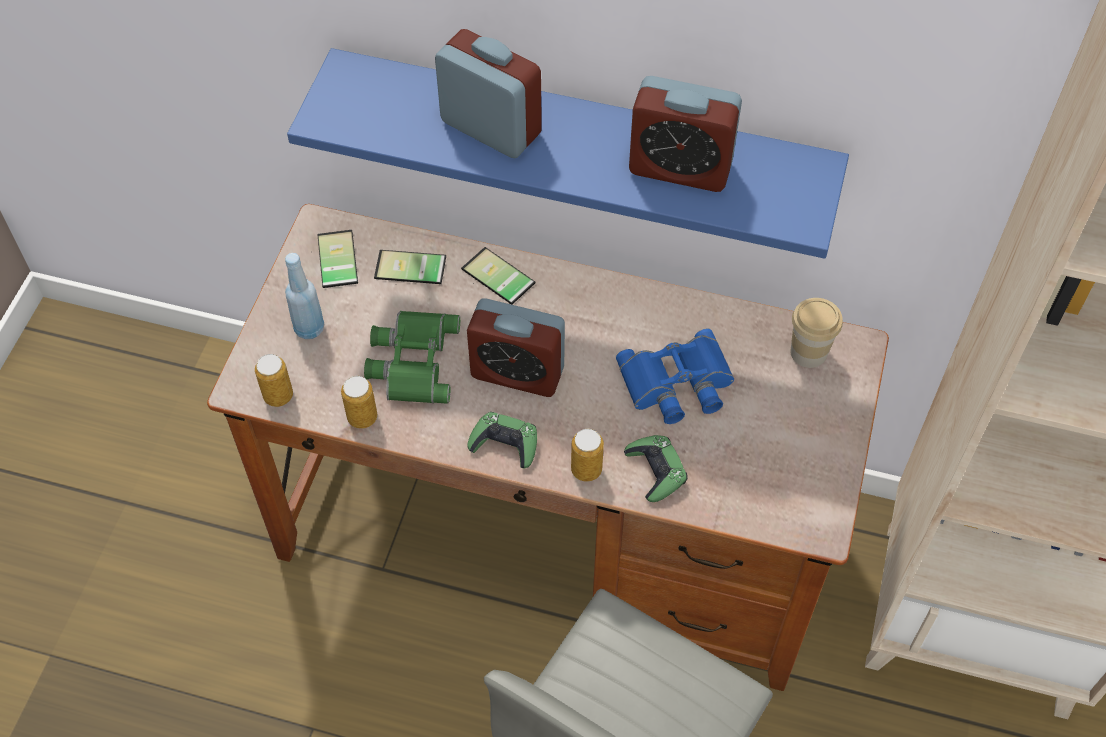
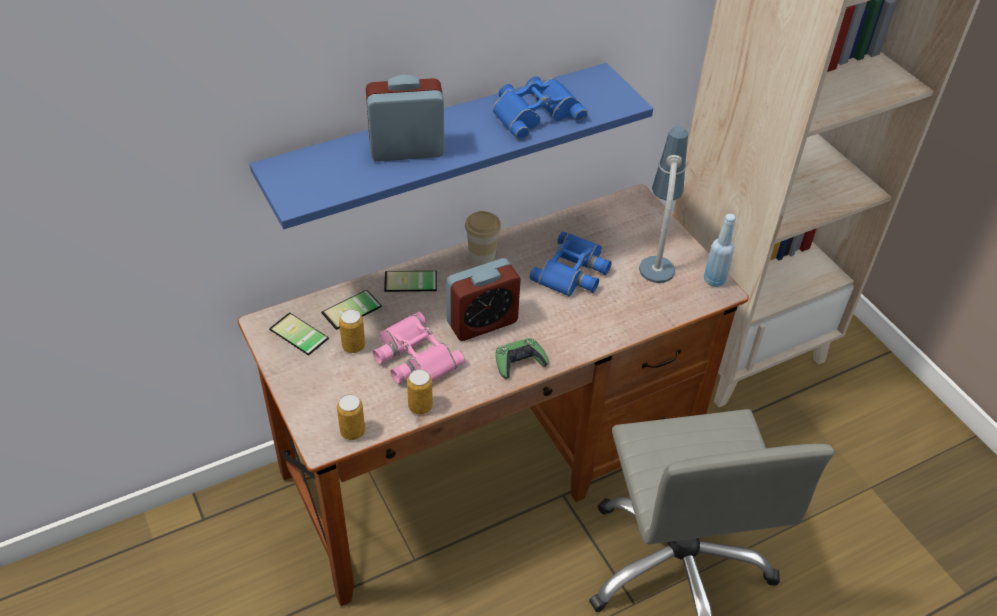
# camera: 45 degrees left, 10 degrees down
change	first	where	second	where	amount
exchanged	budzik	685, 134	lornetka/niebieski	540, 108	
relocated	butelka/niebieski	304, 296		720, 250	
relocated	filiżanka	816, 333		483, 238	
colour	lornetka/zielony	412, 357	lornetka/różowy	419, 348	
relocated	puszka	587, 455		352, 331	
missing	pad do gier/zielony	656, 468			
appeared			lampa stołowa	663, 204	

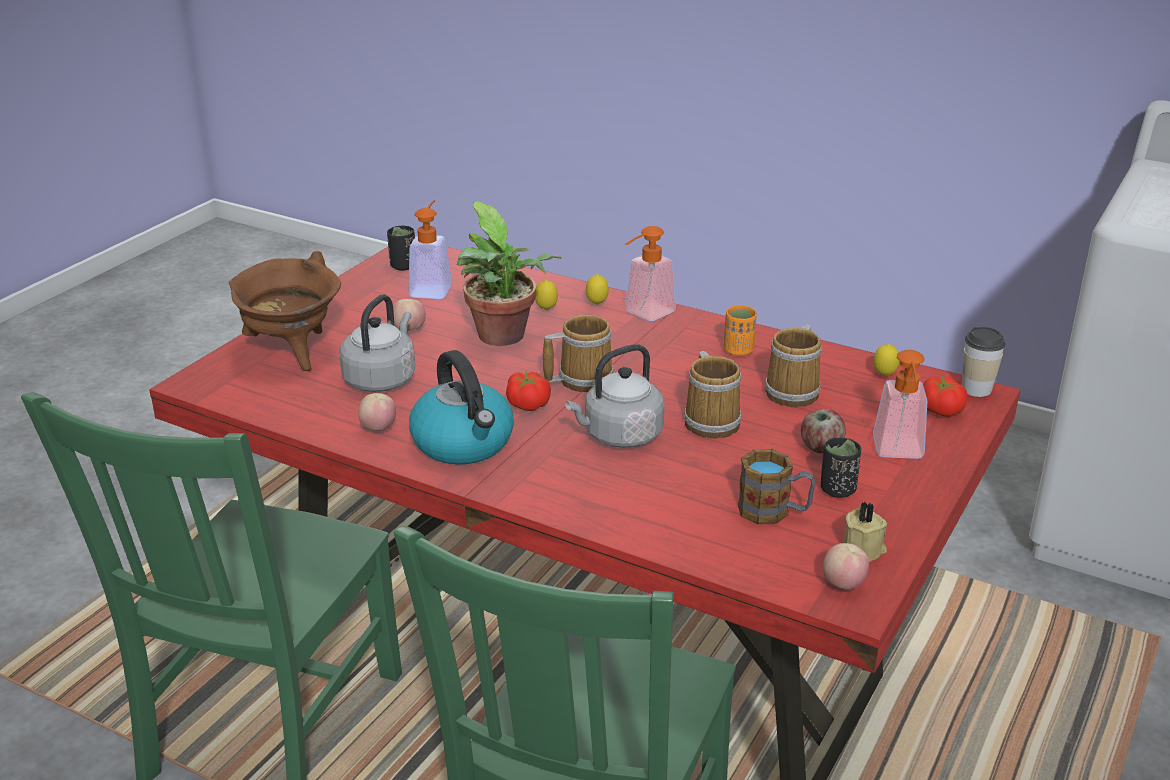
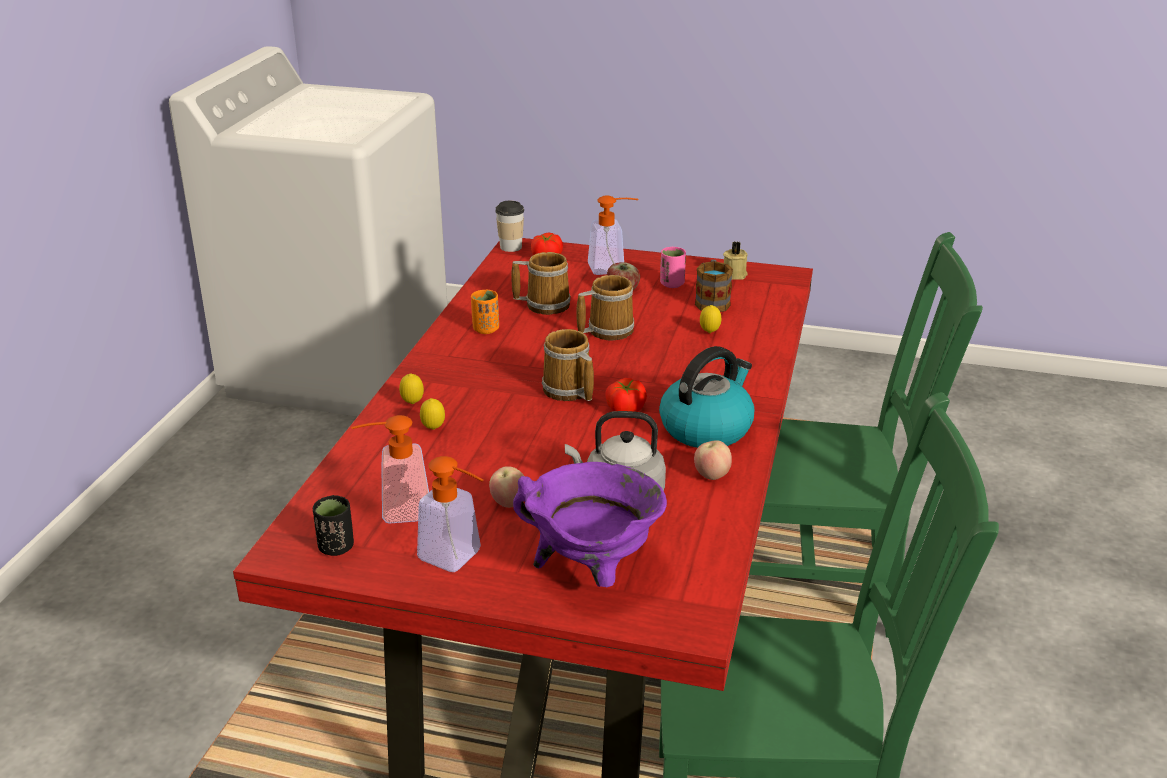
# camera: 105 degrees left, 0 degrees up
change	first	where	second	where	amount
missing	roślina doniczkowa	509, 274			
relocated	dozownik mydła	650, 273		450, 514	
colour	garnek/brązowy	285, 311	garnek/fioletowy	590, 524	
missing	czajnik/szary	615, 396			
relocated	cytryna	887, 360		710, 319	
colour	filiżanka/czarny	840, 468	filiżanka/różowy	673, 267	
missing	jabłko	846, 566			

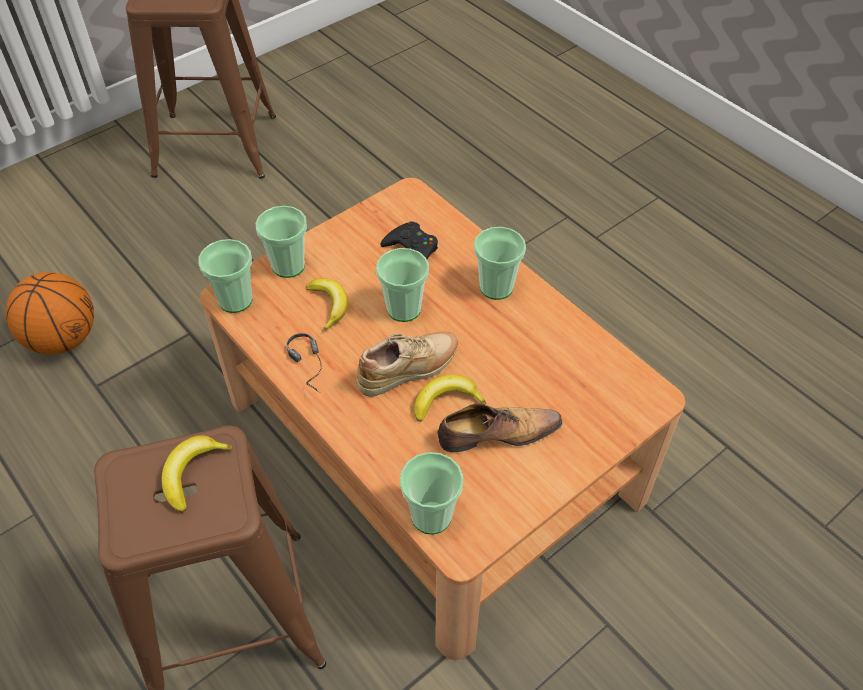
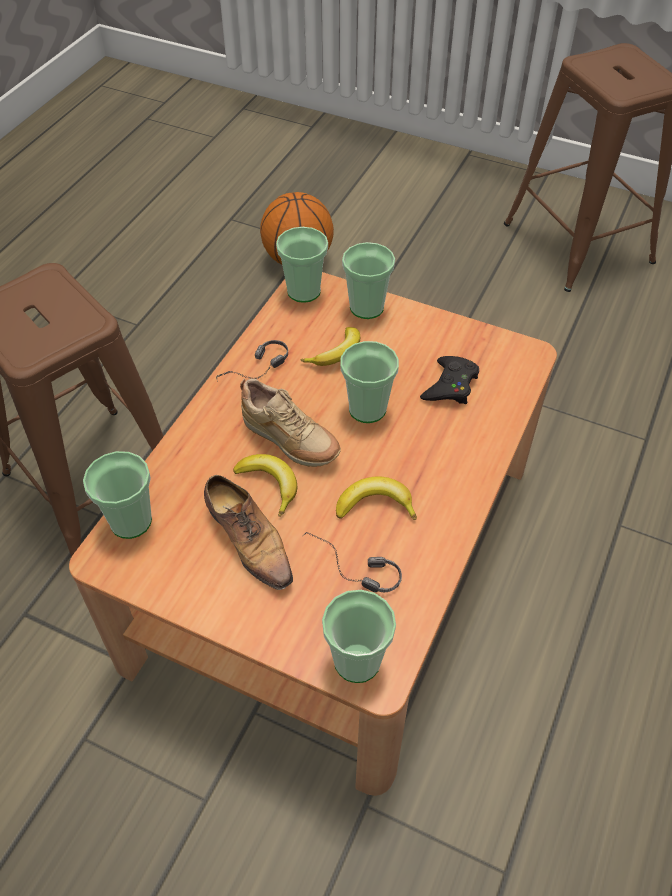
# camera: 65 degrees right, 0 degrees up
change	first	where	second	where	amount
relocated	filiżanka	500, 263		359, 636	
relocated	banan	197, 474		376, 498	
appeared			słuchawki	352, 562	

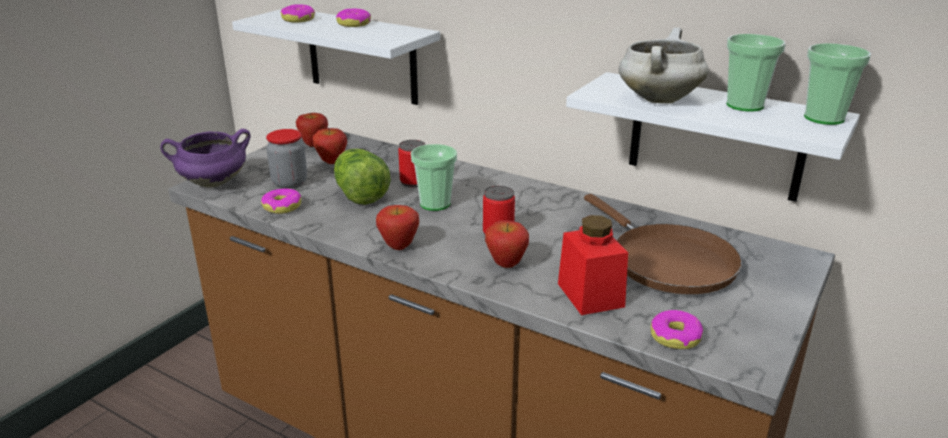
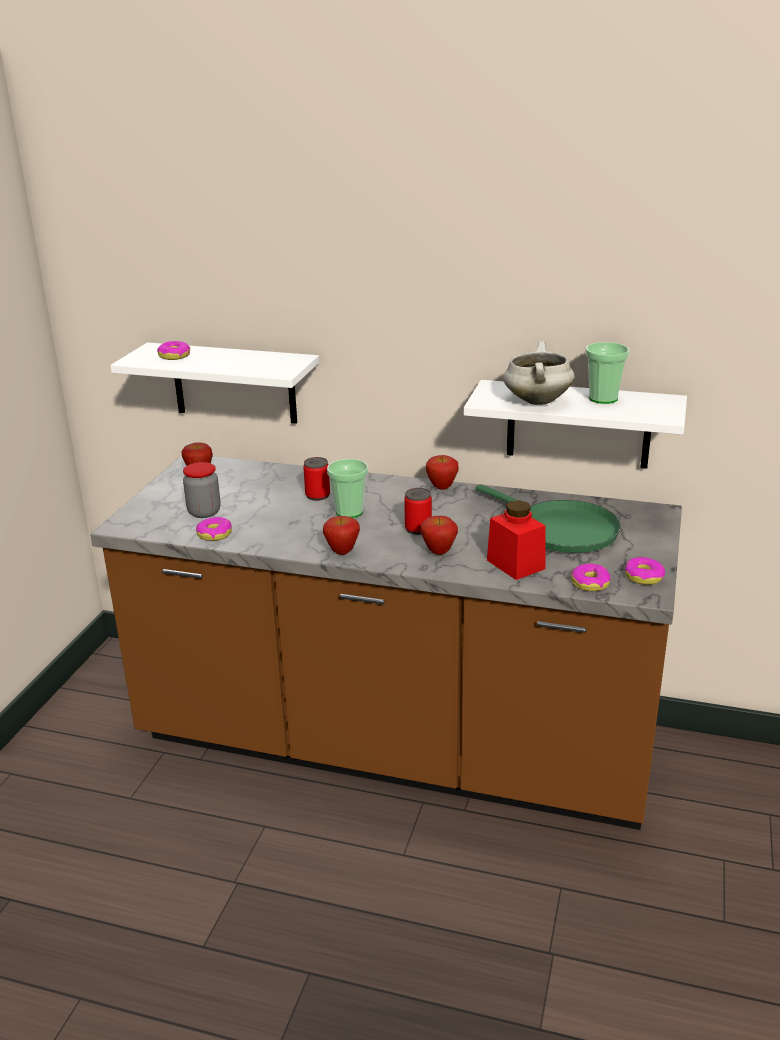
# camera: 15 degrees left, 0 degrees up
change	first	where	second	where	amount
relocated	donut	353, 18		645, 571	
missing	filiżanka	837, 84			
relocated	jabłko	330, 146		442, 472	
missing	garnek/fioletowy	205, 158			
missing	sałata	362, 177			
colour	patelnia/brązowy	663, 244	patelnia/zielony	548, 518	

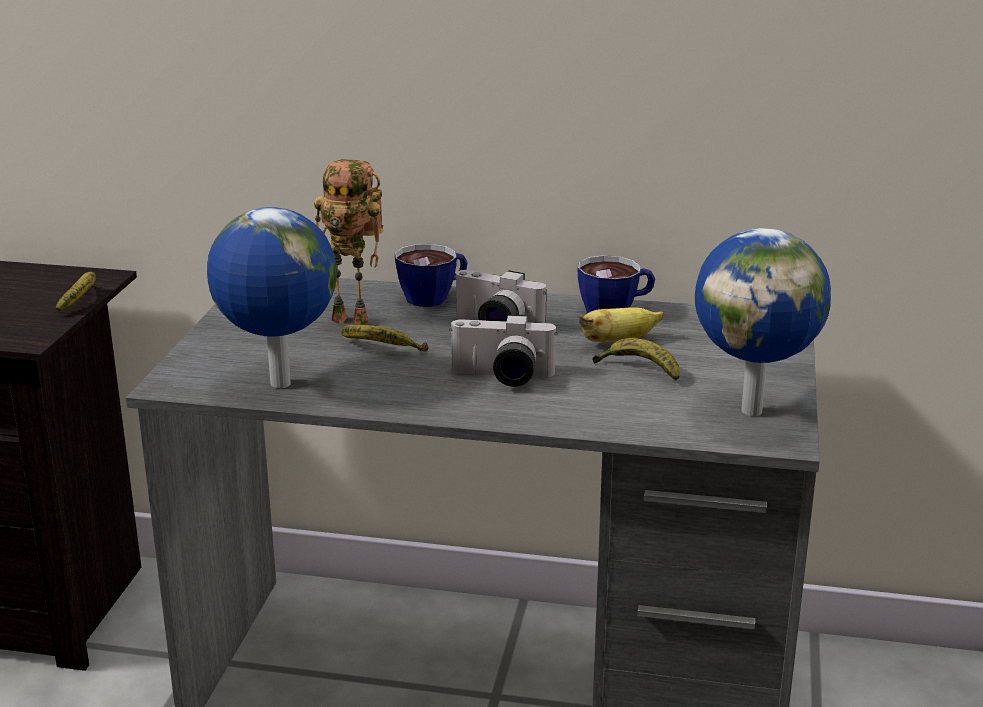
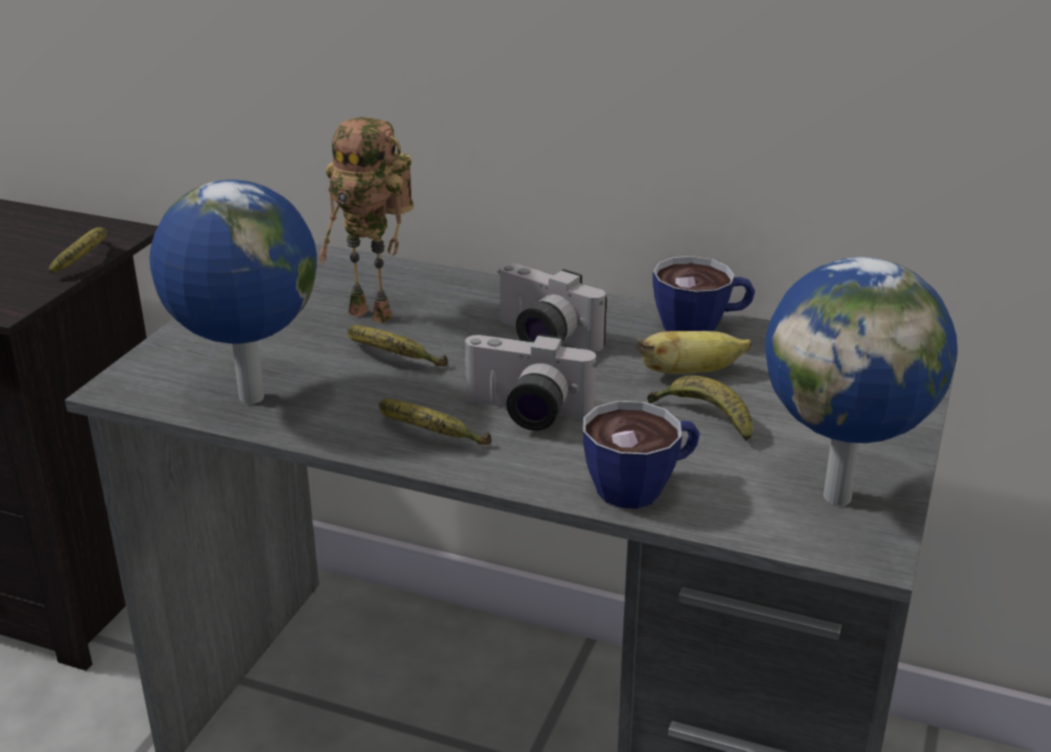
# camera: 10 degrees right, 5 degrees up
change	first	where	second	where	amount
relocated	filiżanka	431, 275		641, 455	
appeared			banan	435, 421	

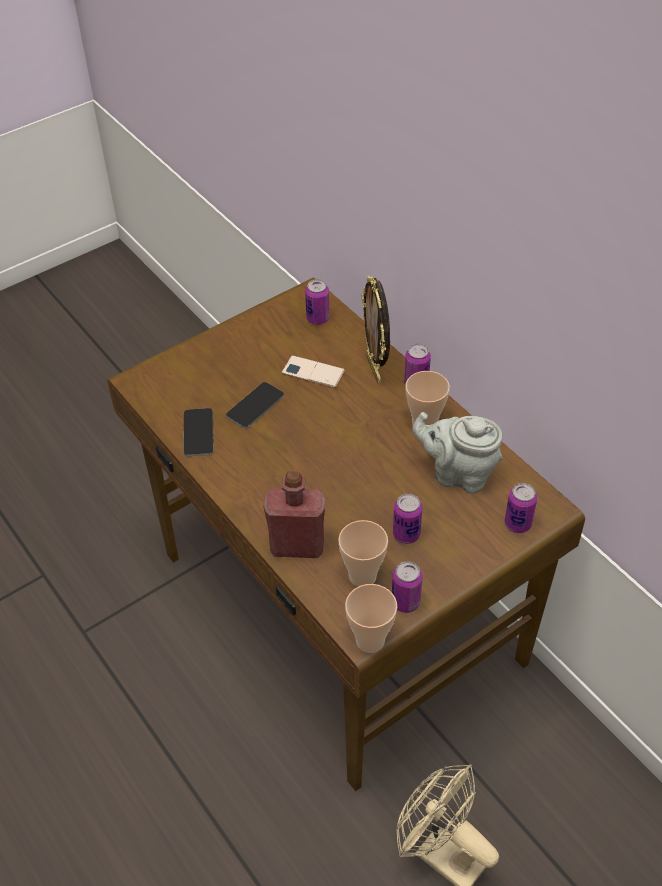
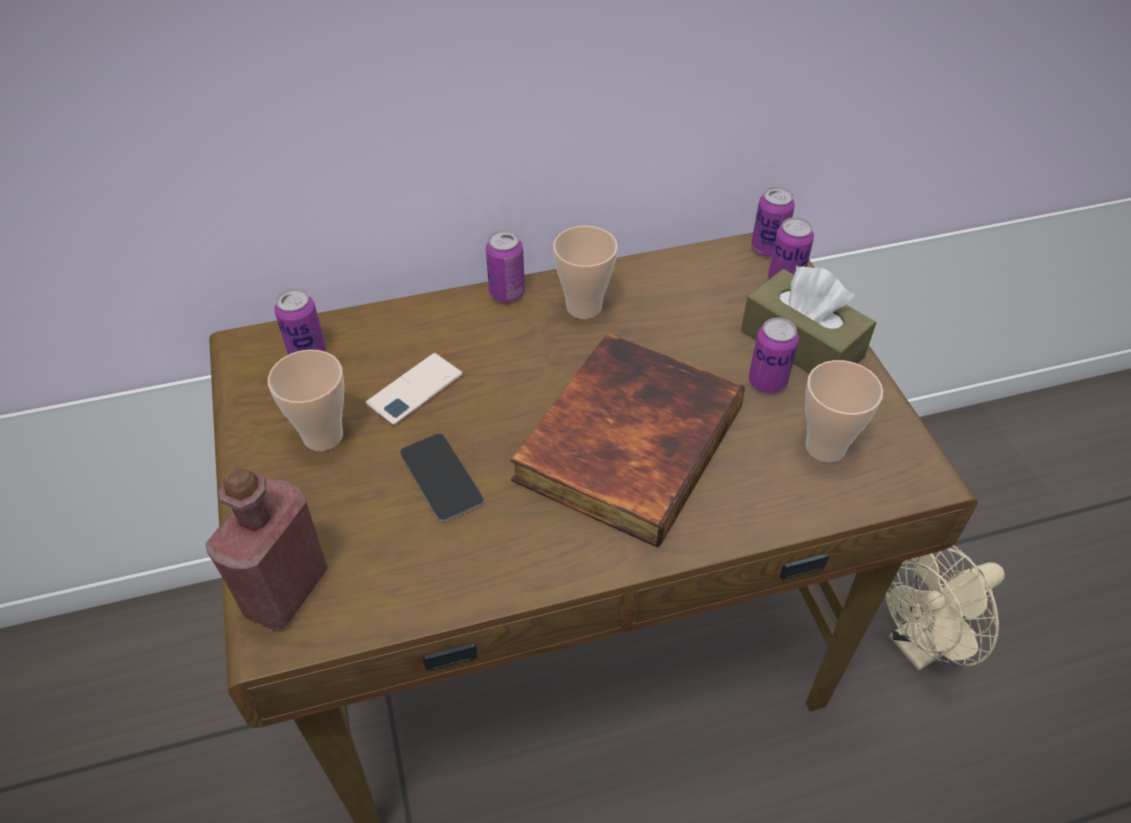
# camera: 70 degrees left, 0 degrees up
change	first	where	second	where	amount
missing	ramka na zdjęcie	376, 330			
missing	telefon	198, 432			
missing	imbryk/szary	457, 453			
relocated	butelka/czerwony	294, 514		267, 547	
relocated	puszka	407, 587		773, 222	
relocated	filiżanka	371, 618		306, 400	
appeared			pudełko chusteczek/brązowy	808, 320	
appeared			książka	627, 440	

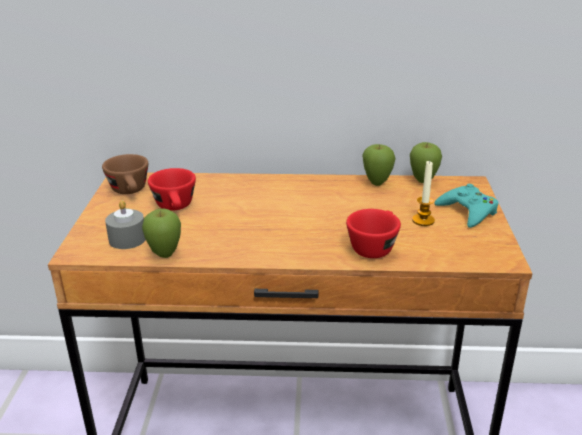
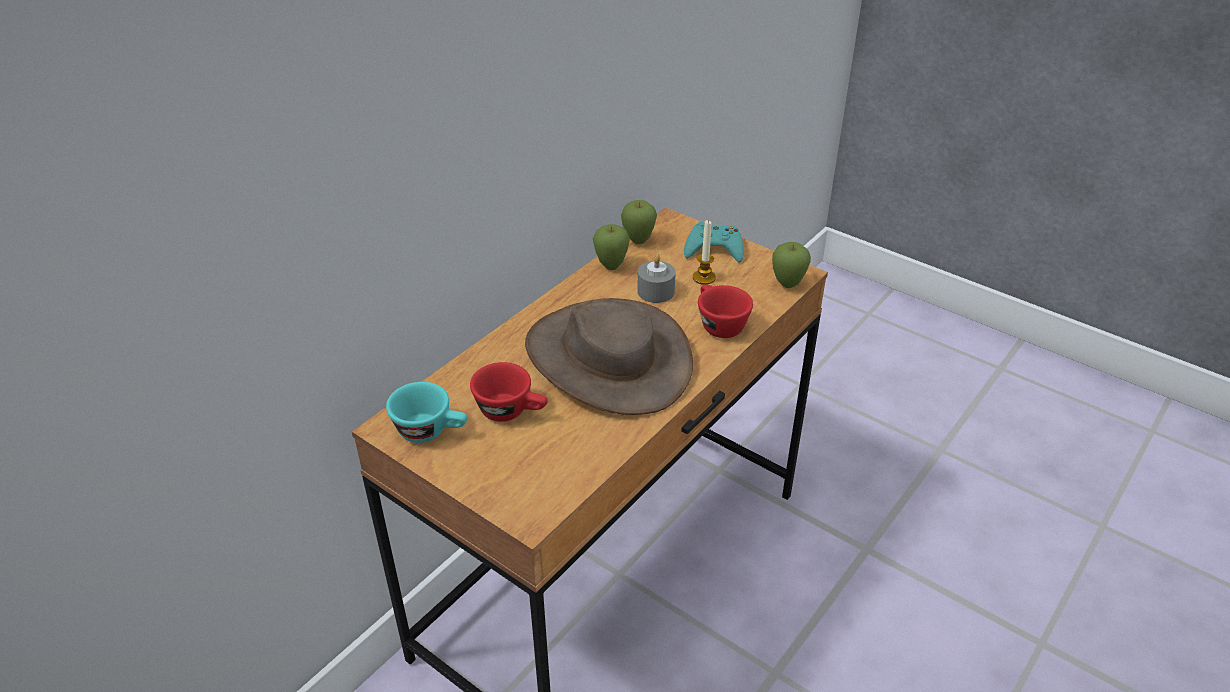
# camera: 55 degrees left, 10 degrees up
change	first	where	second	where	amount
colour	filiżanka/brązowy	125, 174	filiżanka/turkusowy	427, 412	
relocated	świeca/szary	125, 224		656, 278	
relocated	jabłko	161, 233		791, 265	
appeared			kapelusz/brązowy	609, 356	

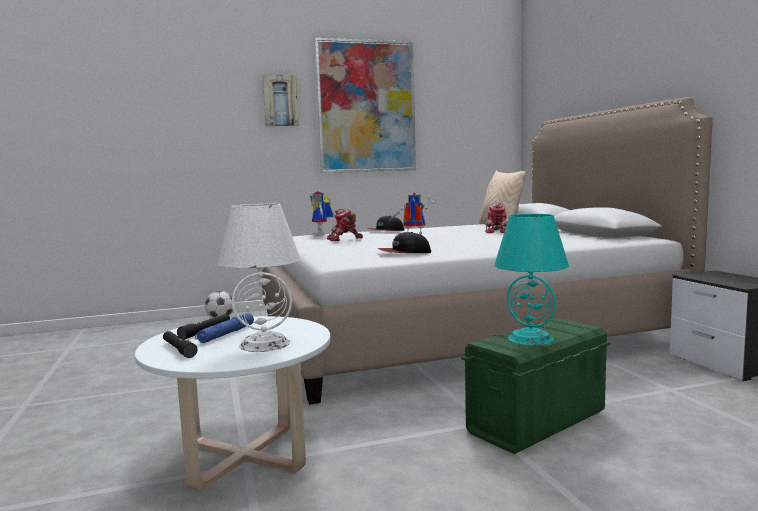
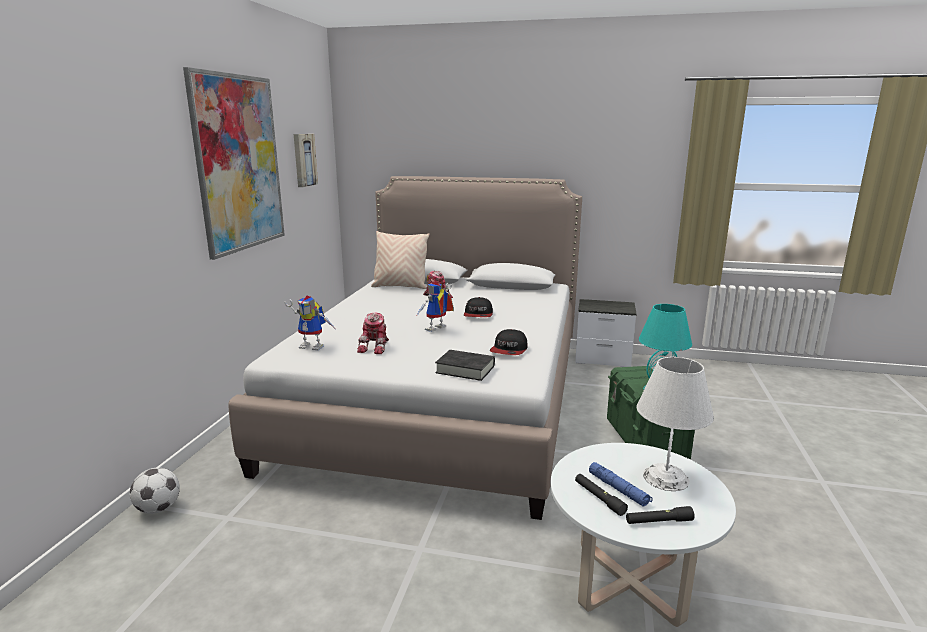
# camera: 60 degrees left, 10 degrees up
change	first	where	second	where	amount
relocated	obraz	280, 100		306, 160	
relocated	czapka z daszkiem	385, 223		478, 307	
appeared			książka/czarny	465, 365	

